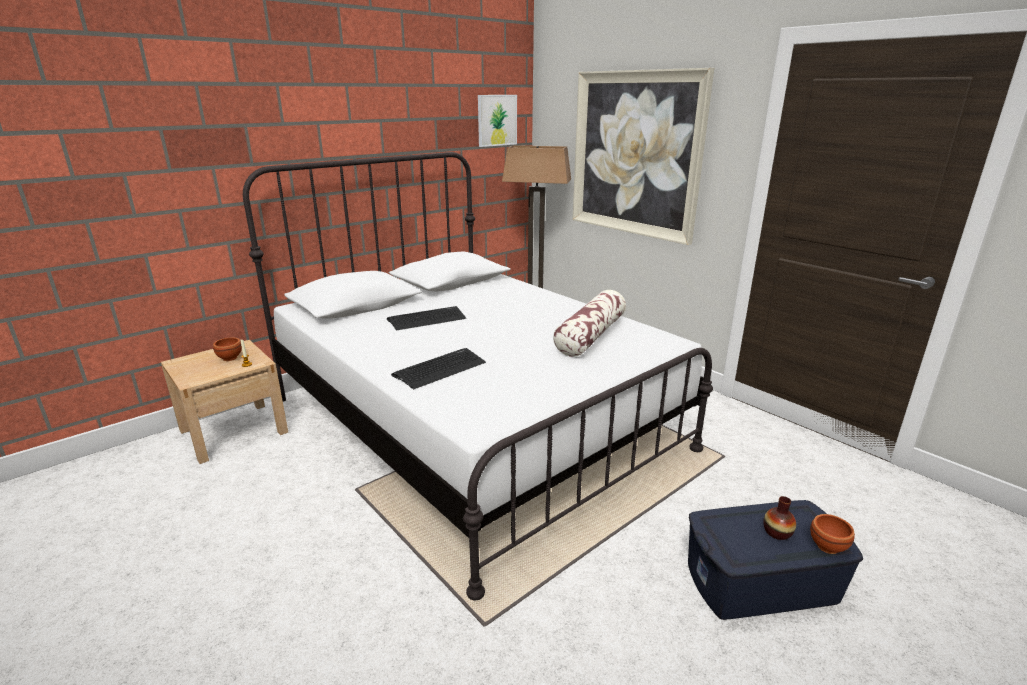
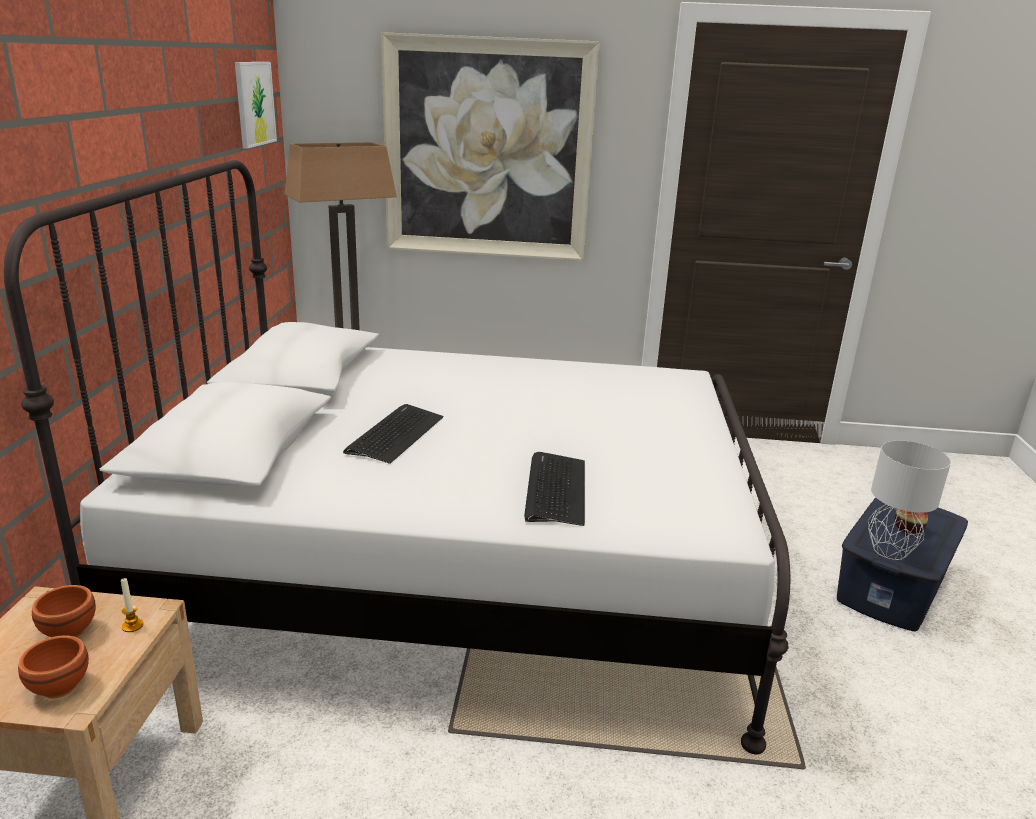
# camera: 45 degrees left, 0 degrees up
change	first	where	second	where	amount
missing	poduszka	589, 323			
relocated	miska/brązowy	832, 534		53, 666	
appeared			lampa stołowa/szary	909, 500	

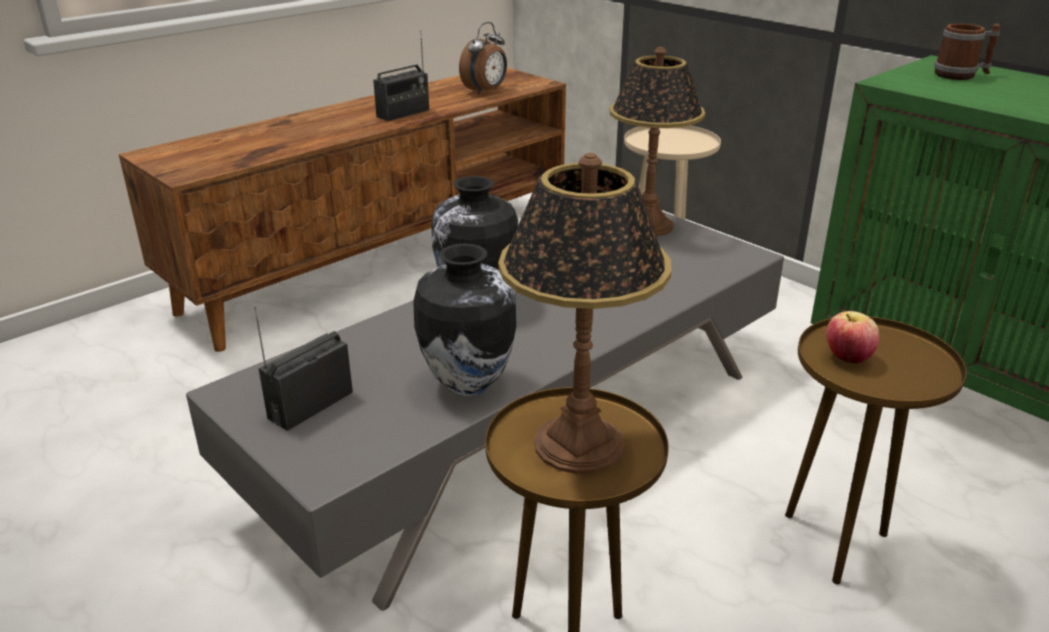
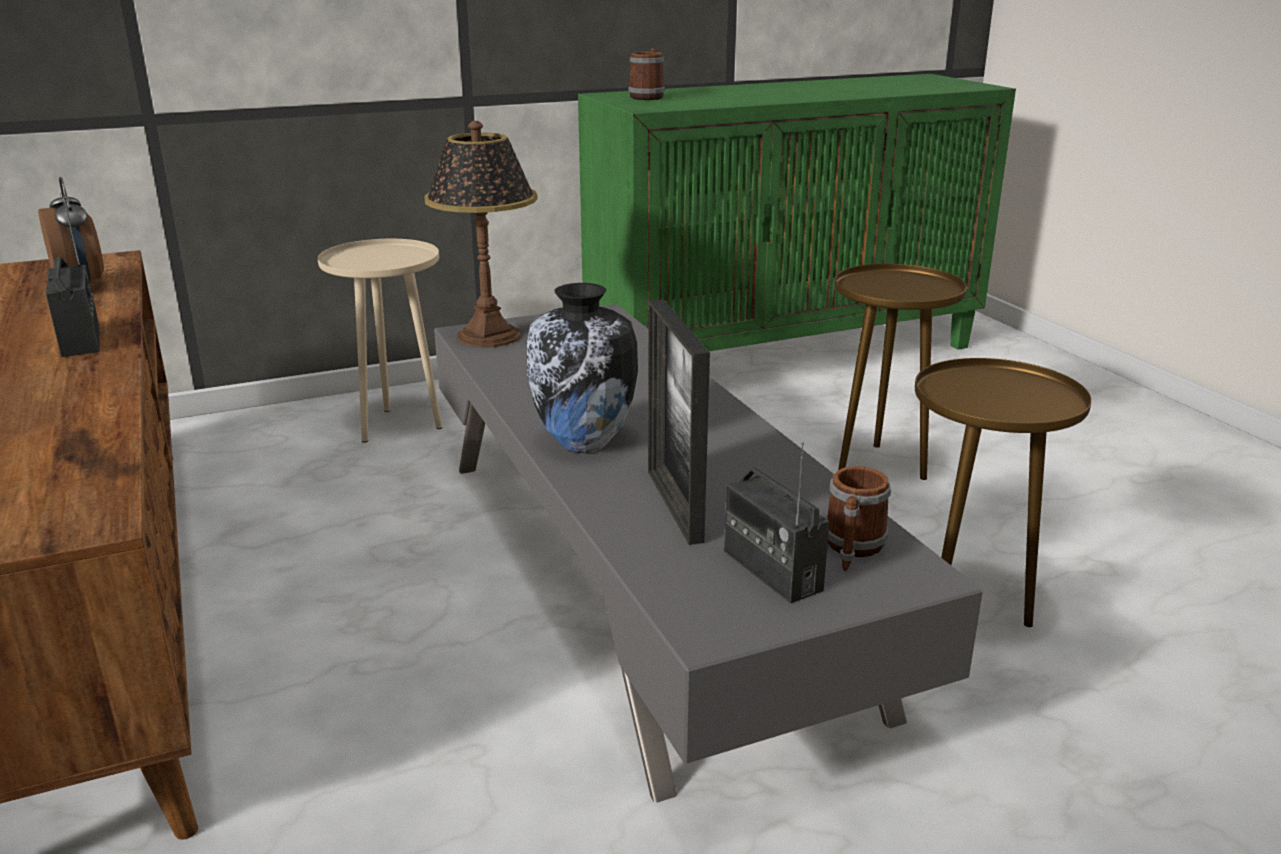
# camera: 70 degrees left, 5 degrees down
change	first	where	second	where	amount
missing	lampa stołowa	584, 313			
missing	wazon	464, 319			
missing	jabłko	852, 337			
appeared			ramka na zdjęcie	679, 422	
appeared			kubek	859, 518	

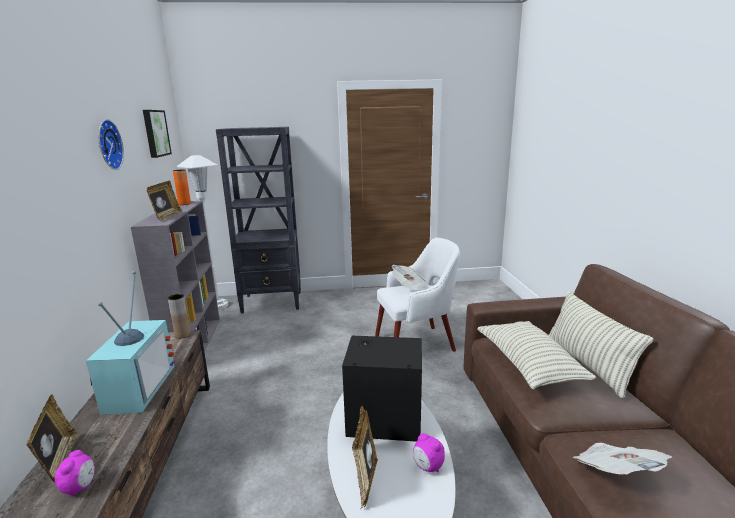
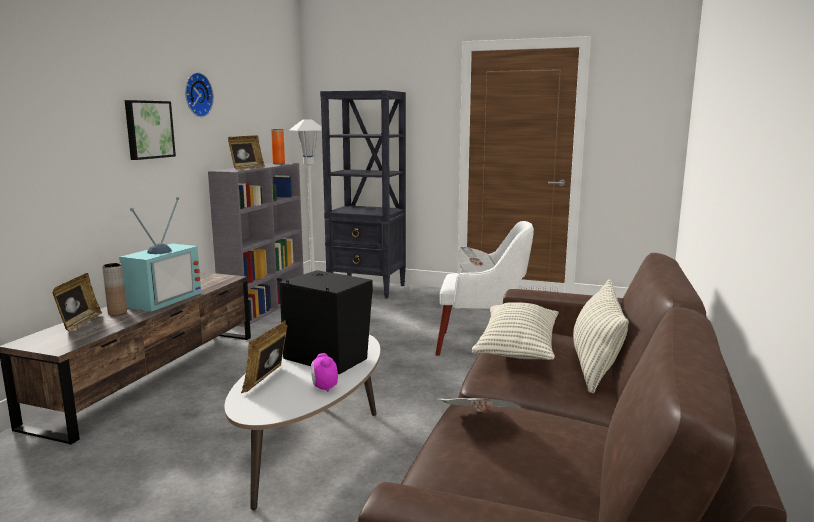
# camera: 25 degrees right, 5 degrees down
change	first	where	second	where	amount
relocated	obraz	157, 134		150, 130	
relocated	wazon/brązowy	179, 316		114, 289	
missing	budzik	75, 474			

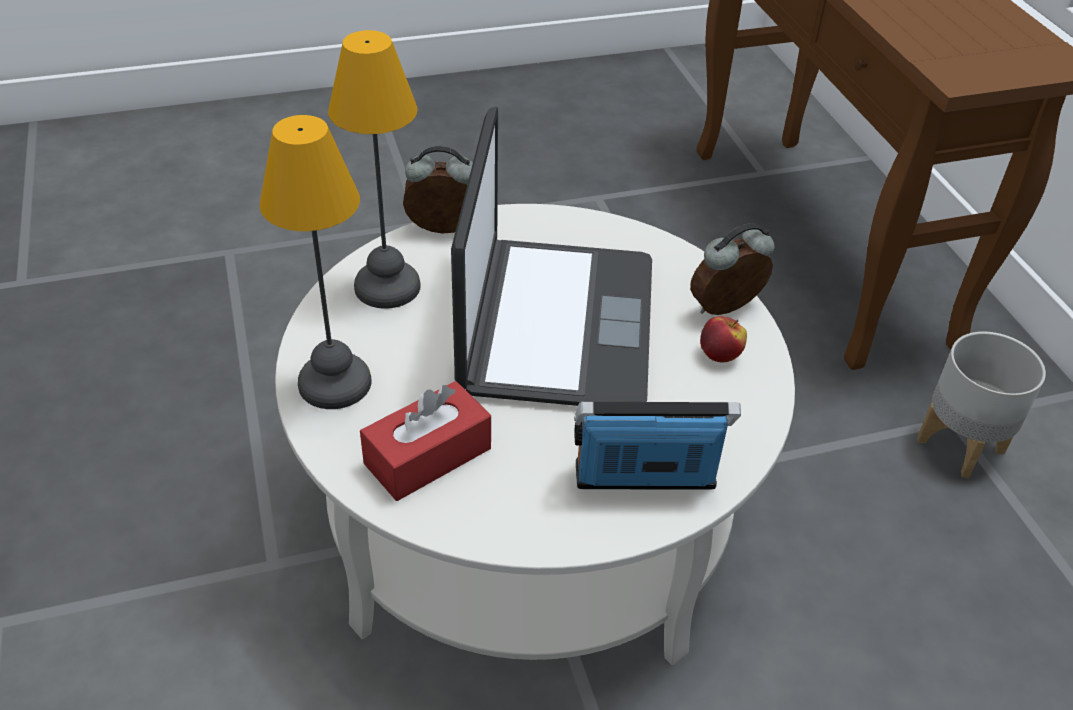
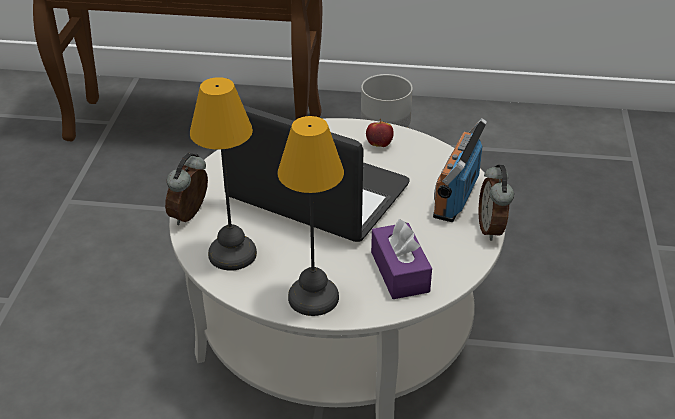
# camera: 65 degrees left, 5 degrees down
change	first	where	second	where	amount
relocated	budzik	732, 269		496, 203	
colour	pudełko chusteczek/czerwony	425, 441	pudełko chusteczek/fioletowy	401, 259	

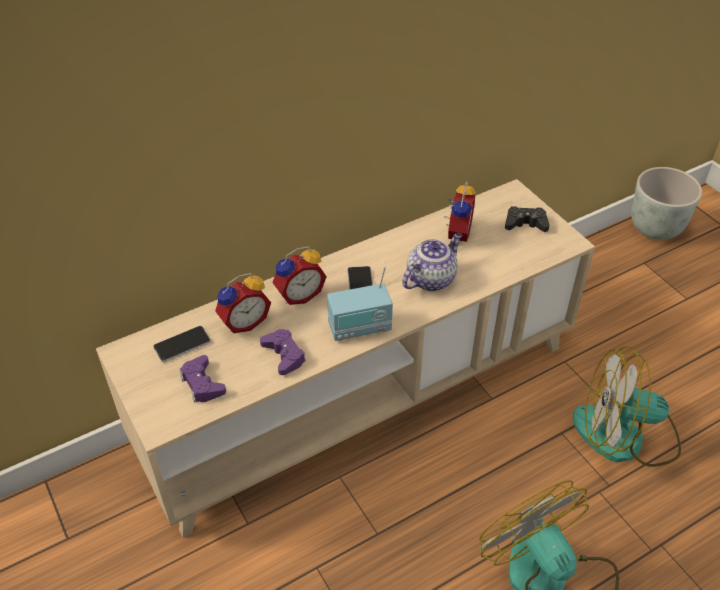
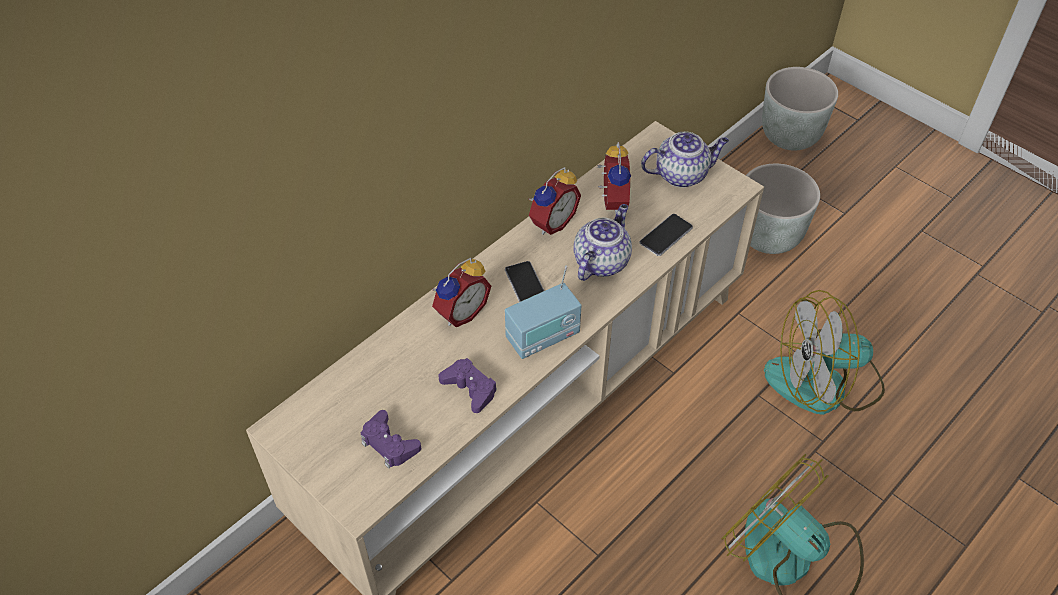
# camera: 15 degrees left, 5 degrees up
change	first	where	second	where	amount
exchanged	pad do gier/czarny	527, 219	imbryk	685, 159	
relocated	budzik	243, 303		554, 201	
relocated	telefon	182, 344		666, 235	
appeared			donica/szary	783, 209	

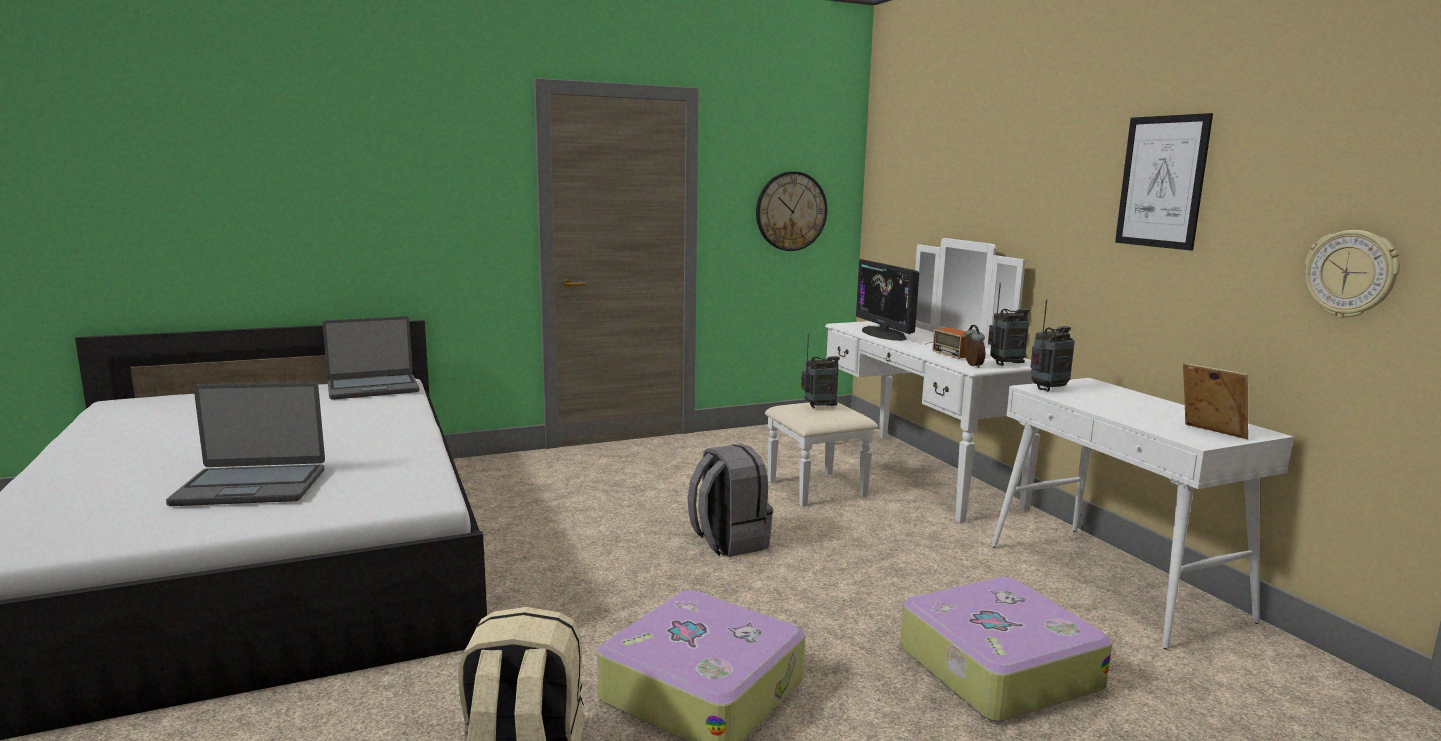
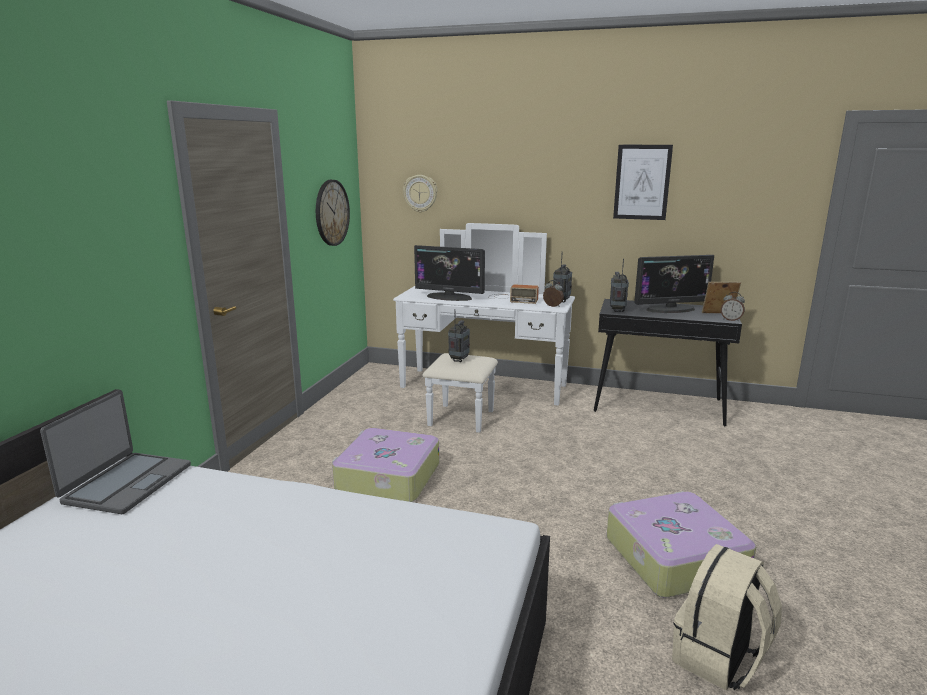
# camera: 50 degrees left, 5 degrees up
change	first	where	second	where	amount
relocated	zegar ścienny	1352, 274		420, 193	
colour	stolik konsolowy/biały	1142, 513	stolik konsolowy/czarny	668, 362	
missing	laptop	245, 444			
missing	plecak/szary	730, 500			
relocated	walizka	1006, 649		385, 465	
appeared			monitor	674, 284	
appeared			budzik	733, 306	

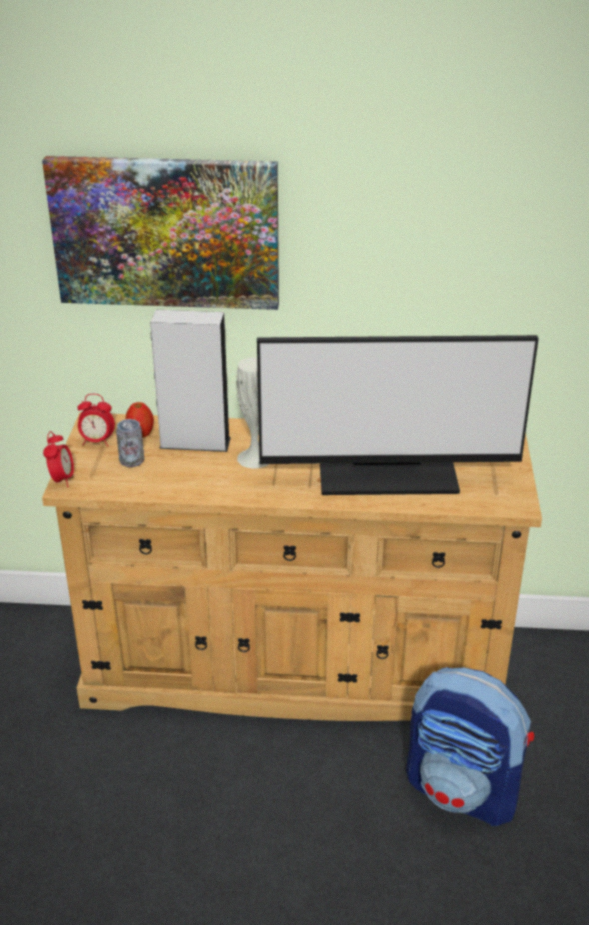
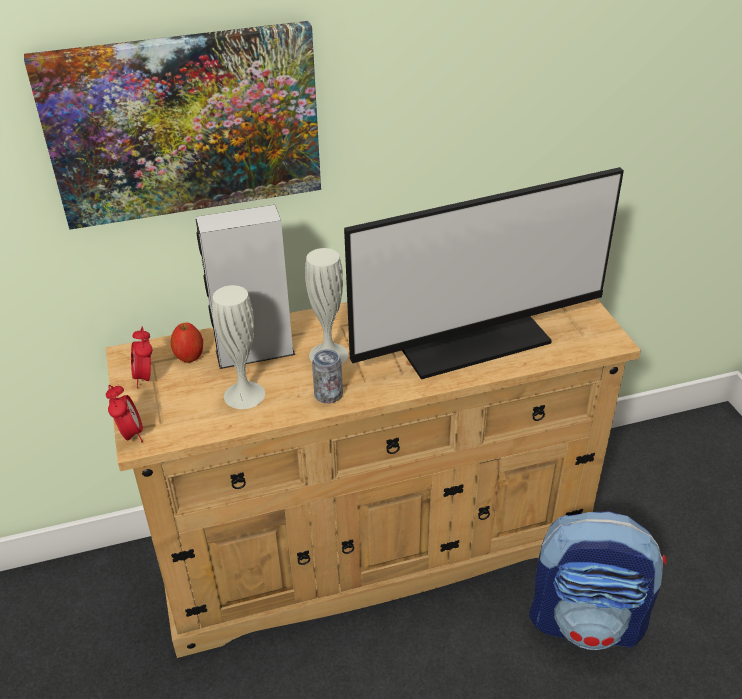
# camera: 20 degrees left, 5 degrees up
change	first	where	second	where	amount
spun	budzik	96, 420		141, 357	90 degrees clockwise
relocated	puszka	130, 443		327, 376	
appeared			wazon/biały	238, 347	

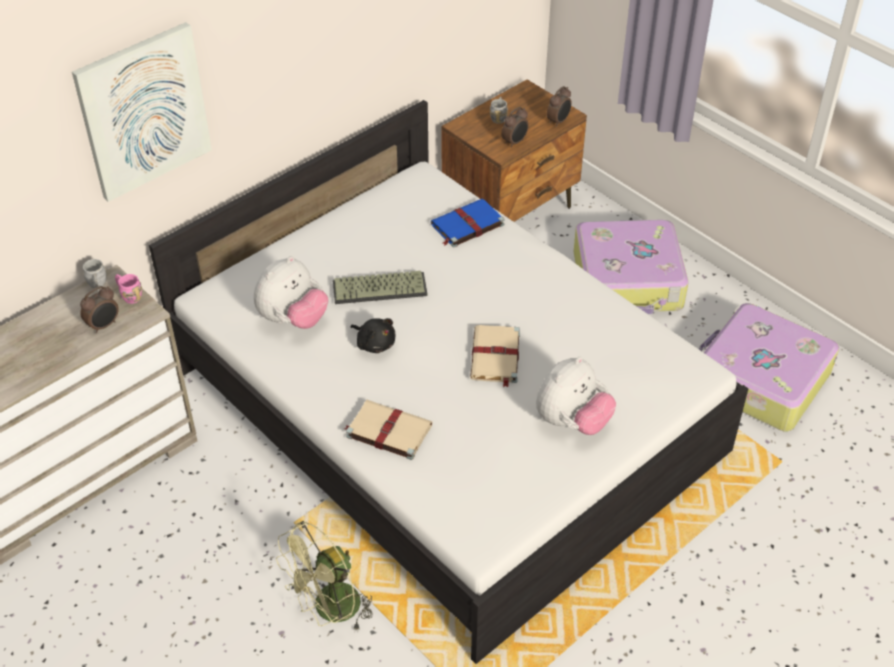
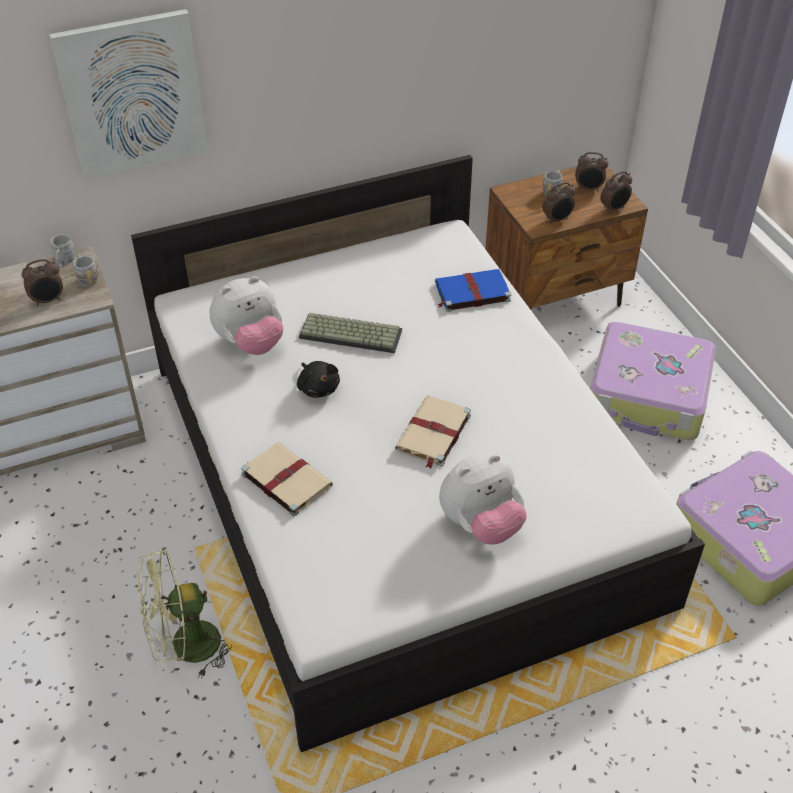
# camera: 20 degrees right, 0 degrees up
change	first	where	second	where	amount
colour	kubek/różowy	128, 289	kubek/szary	85, 270	
appeared			budzik	592, 171	

